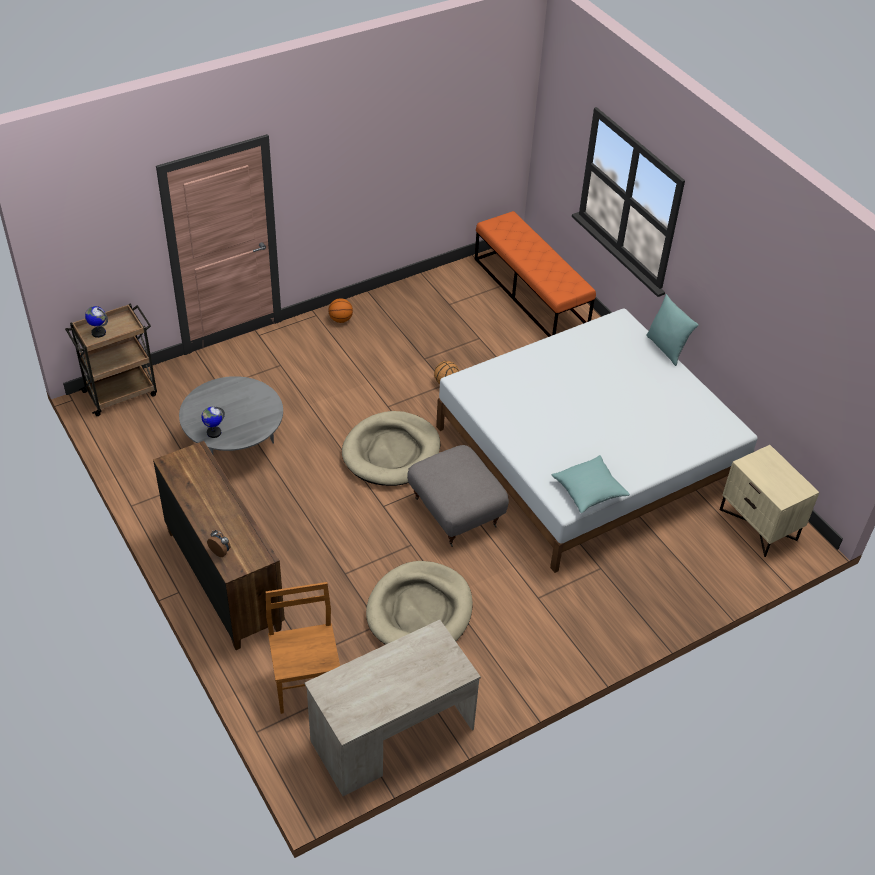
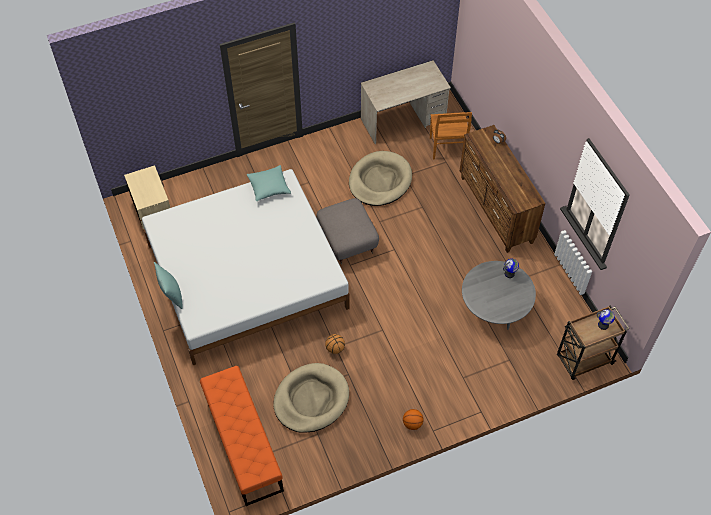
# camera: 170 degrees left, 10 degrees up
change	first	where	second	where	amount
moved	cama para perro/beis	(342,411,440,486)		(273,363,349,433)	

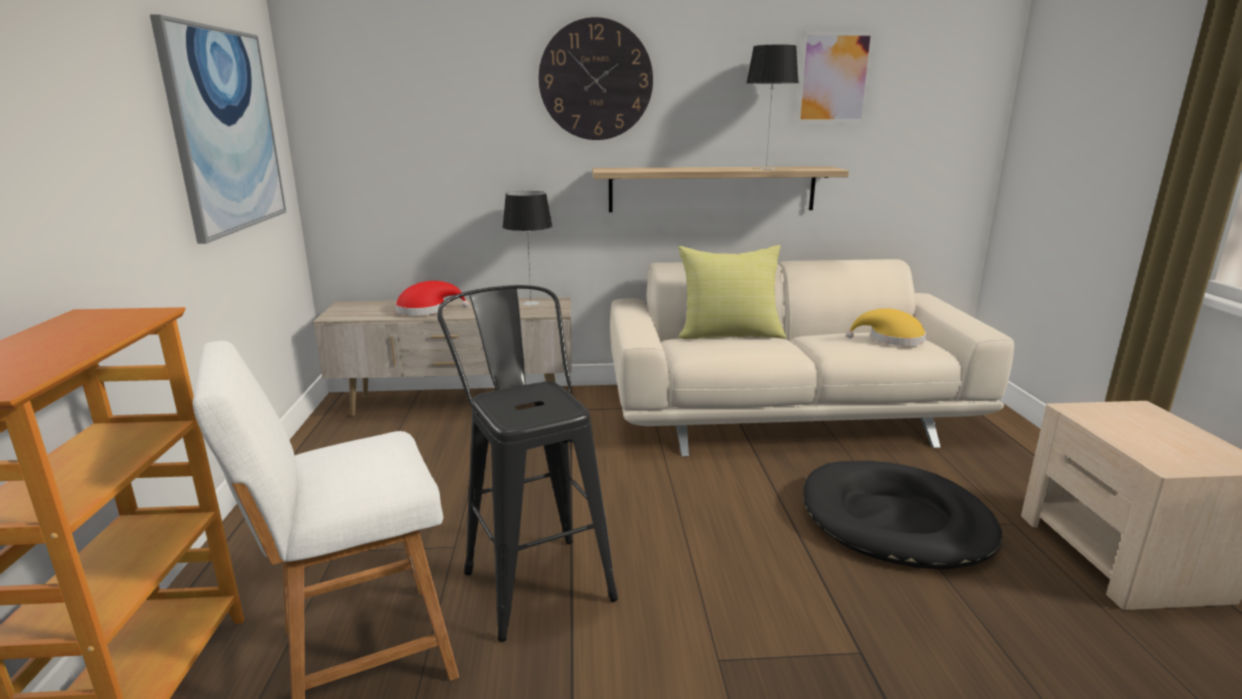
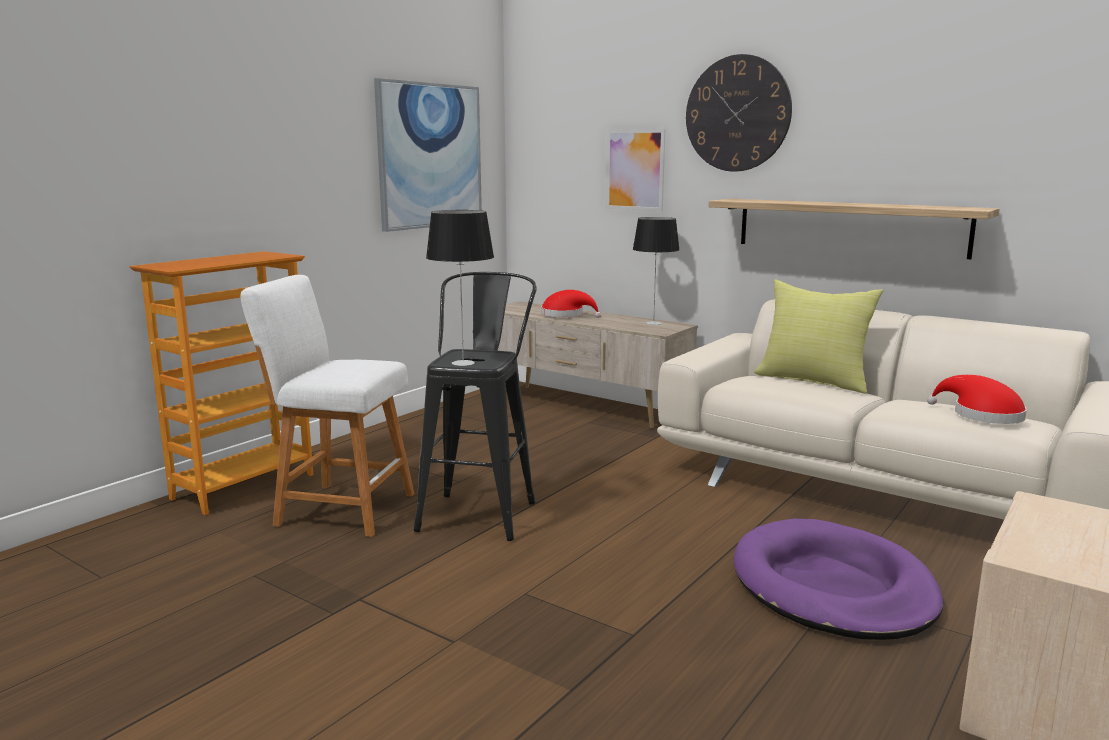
# camera: 40 degrees right, 5 degrees down
change	first	where	second	where	amount
moved	lámpara de mesa	(746,45,799,170)		(426,210,494,366)	
moved	cuadro	(796,31,875,123)		(606,129,665,211)	
recoloured	cama para perro/negro	(803,461,1002,570)	cama para perro/morado	(733,519,943,640)	
recoloured	sombrero/amarillo	(846,308,926,346)	sombrero/rojo	(927,375,1027,424)	

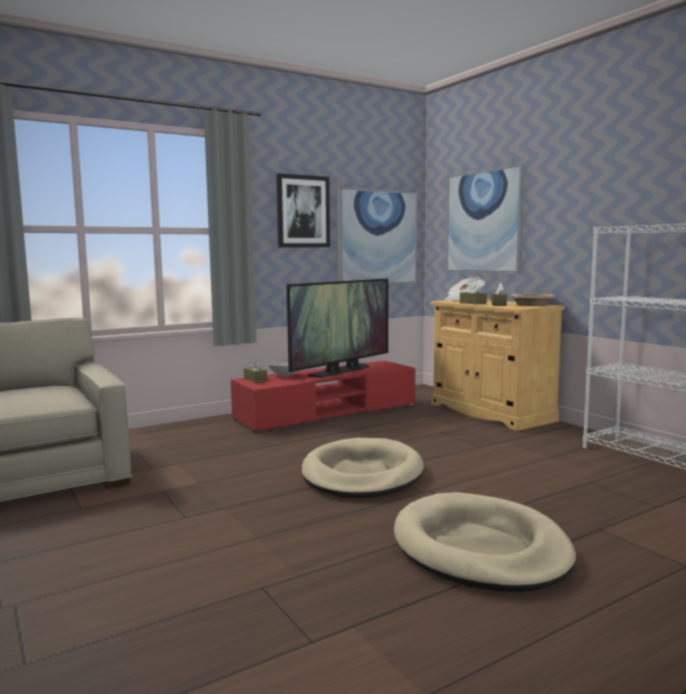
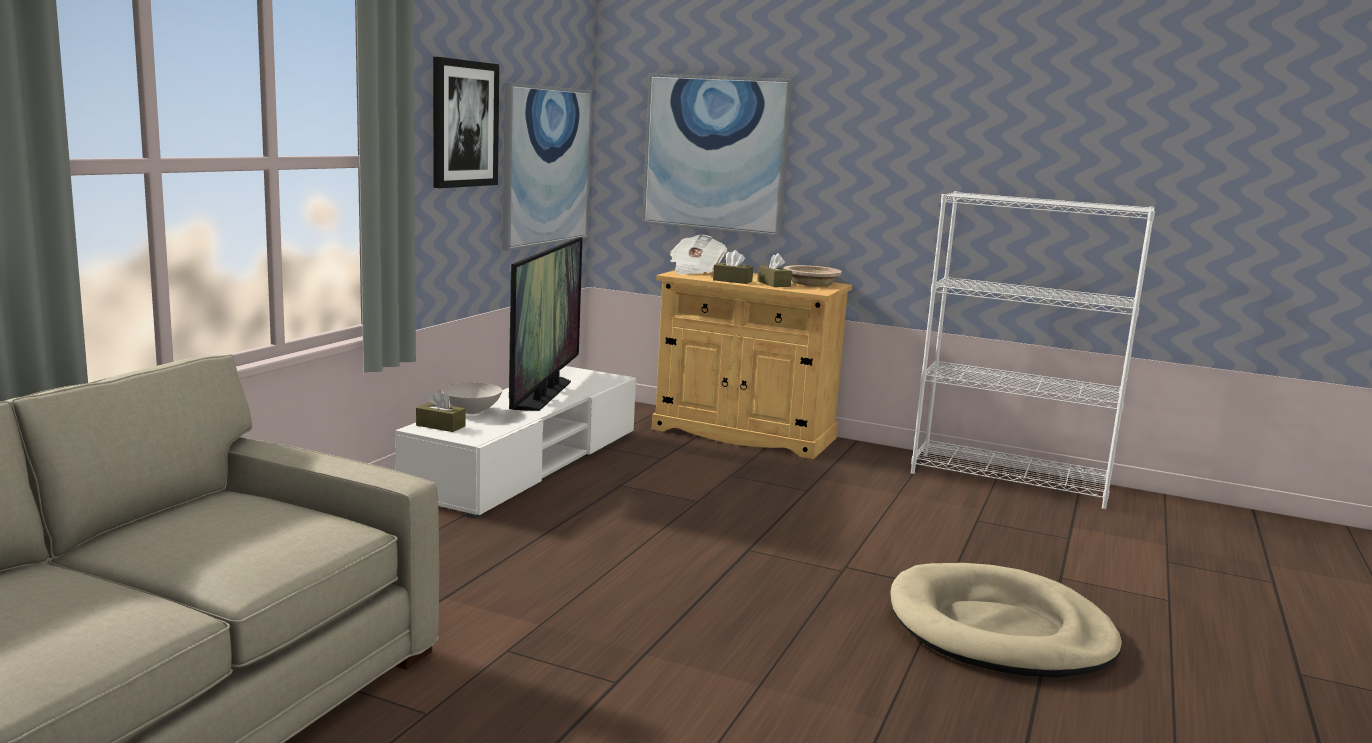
# camera: 35 degrees left, 5 degrees up
change	first	where	second	where	amount
removed	cama para perro/beis	(302,438,424,498)			
recoloured	mueble de televisión/rojo	(231,361,415,433)	mueble de televisión/blanco	(395,366,636,519)	

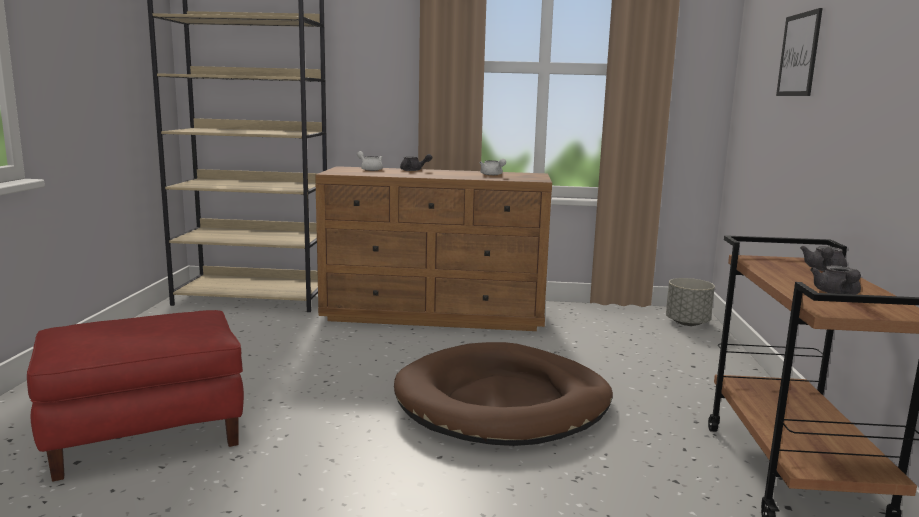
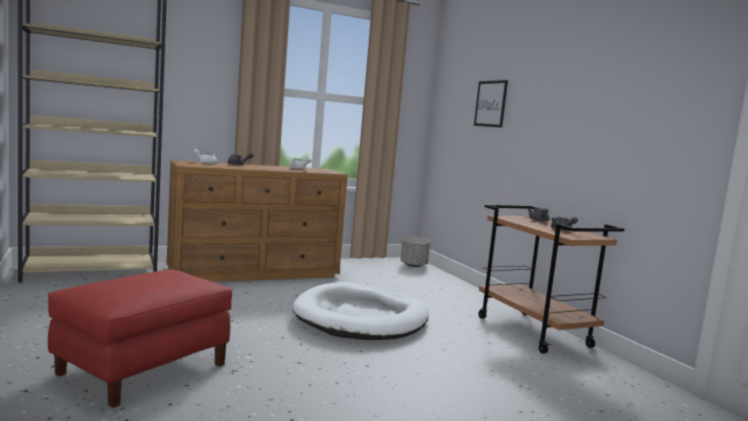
# camera: 30 degrees left, 5 degrees down
change	first	where	second	where	amount
recoloured	cama para perro/marrón	(394,342,613,446)	cama para perro/blanco	(292,282,429,340)	

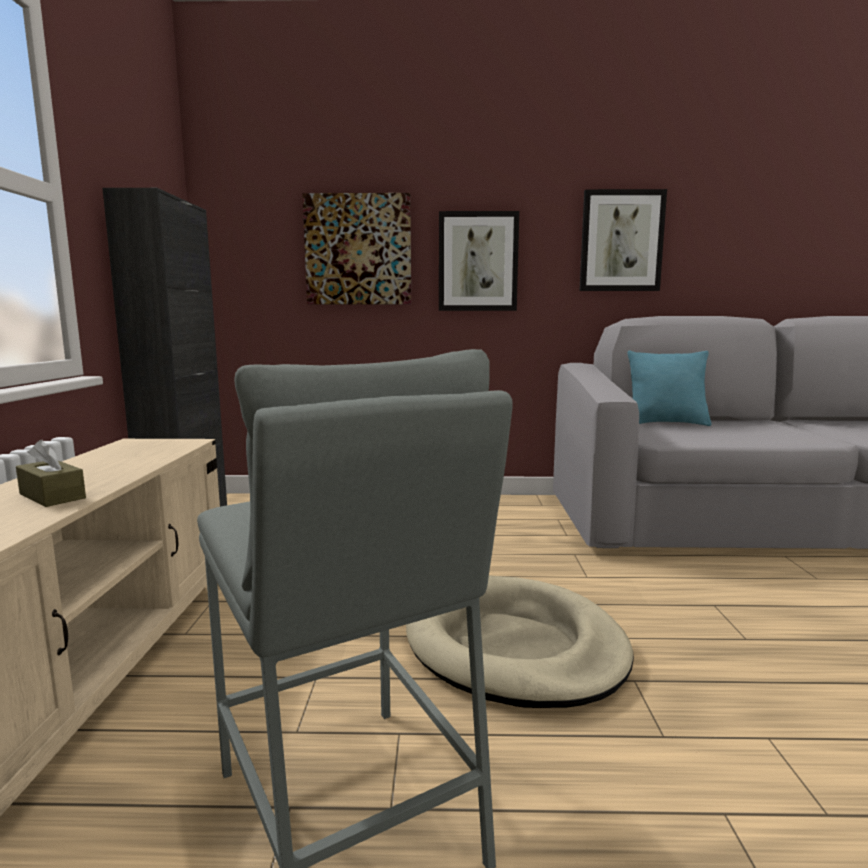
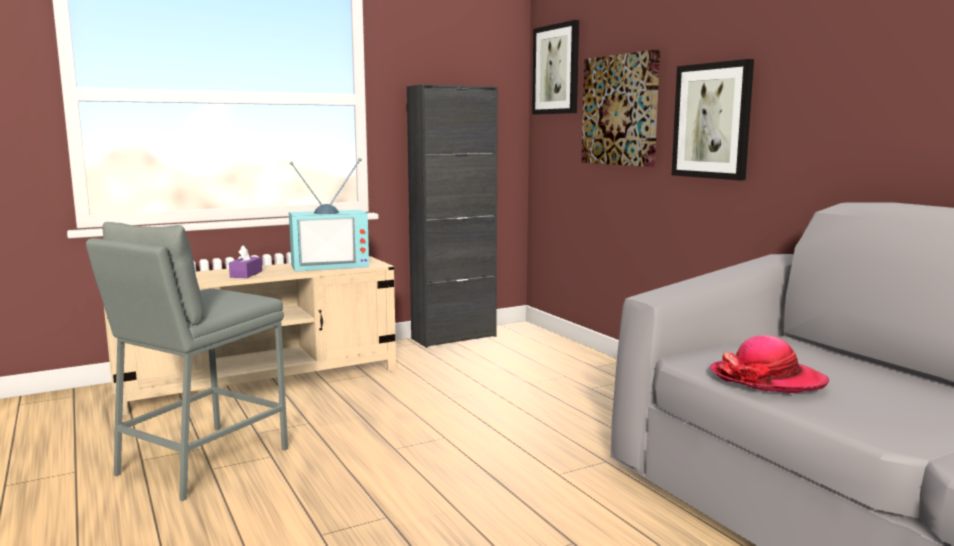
# camera: 60 degrees right, 0 degrees up
change	first	where	second	where	amount
removed	cama para perro/beis	(406,575,634,708)			
removed	cojín/turquesa	(628,351,712,426)			
added			televisor	(289,158,369,272)	
added			sombrero	(709,335,829,393)	
moved	cuadro	(579,189,667,291)		(532,20,579,114)	
recoloured	caja de pañuelos/marrón	(16,440,86,507)	caja de pañuelos/morado	(229,245,262,278)	

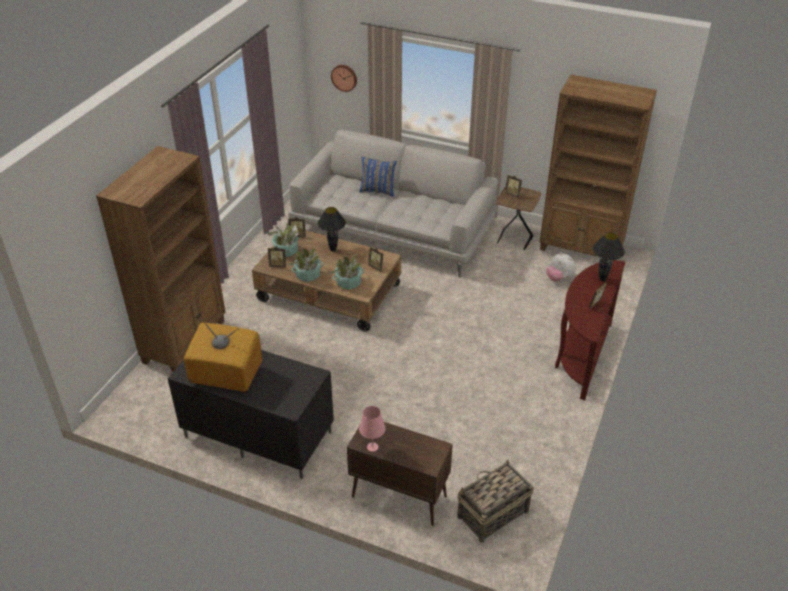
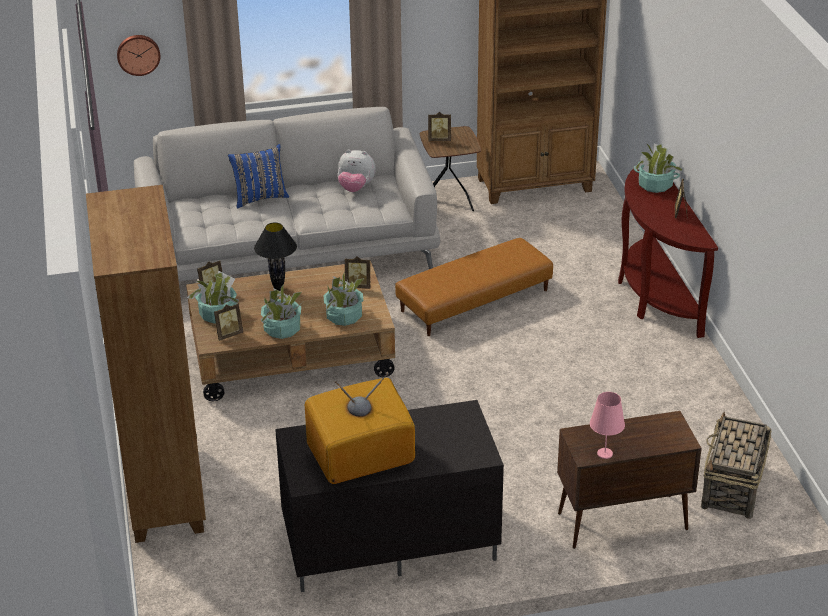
# camera: 35 degrees left, 5 degrees down
change	first	where	second	where	amount
added			puf/marrón	(395,238,553,336)	
moved	peluche	(546,252,576,282)		(337,150,376,192)	
replaced	lámpara de mesa/negro	(592,232,625,281)	planta en maceta	(634,143,683,193)	

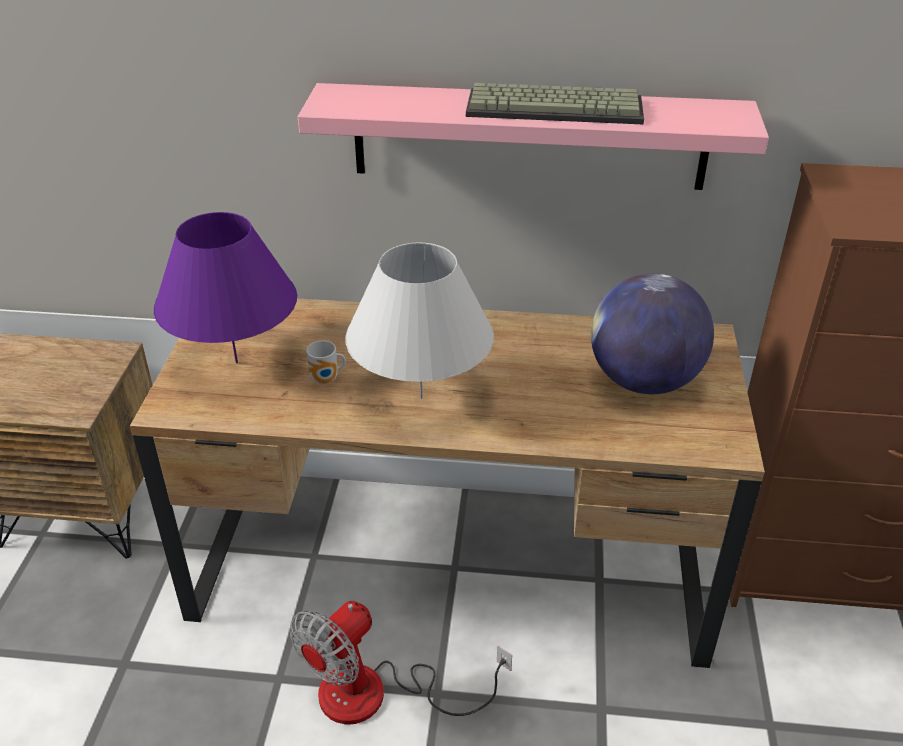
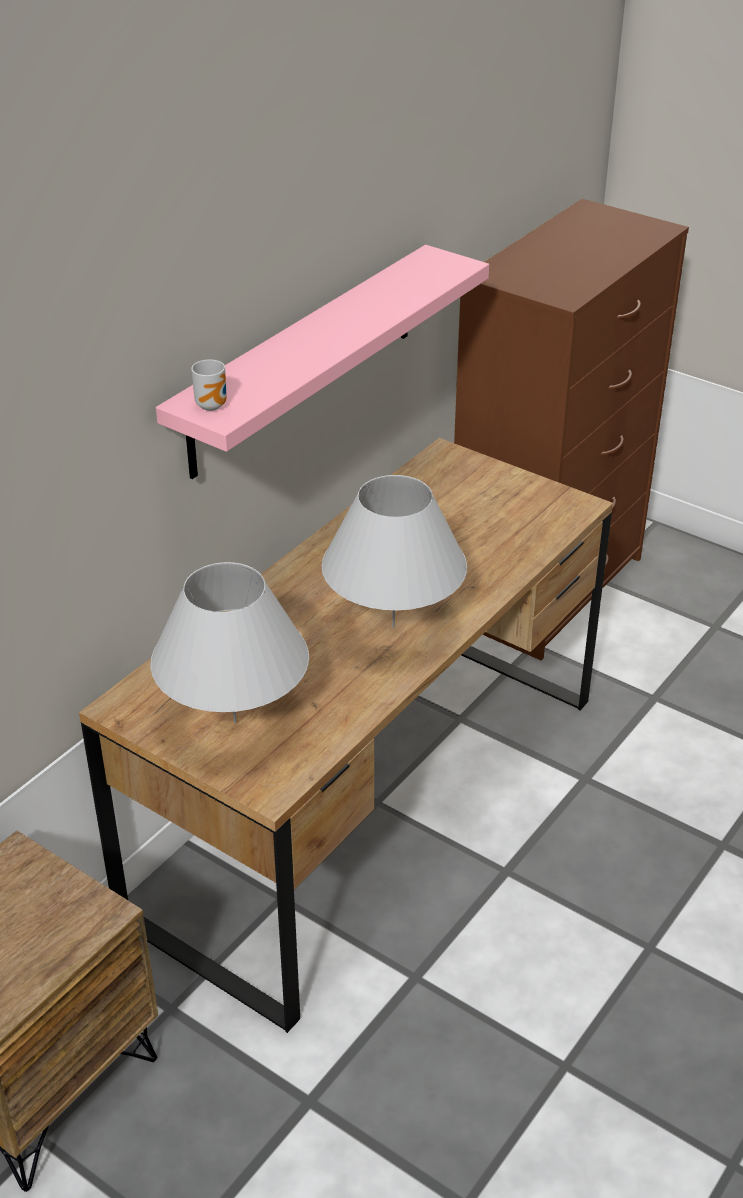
# camera: 60 degrees left, 0 degrees up
change	first	where	second	where	amount
removed	ventilador	(289,601,512,724)			
removed	teclado	(466,83,644,124)			
removed	globo terráqueo	(591,274,714,394)			
moved	taza grande	(306,341,346,385)		(191,359,227,411)	
recoloured	lámpara de mesa/morado	(154,212,297,363)	lámpara de mesa/blanco	(150,562,309,723)	

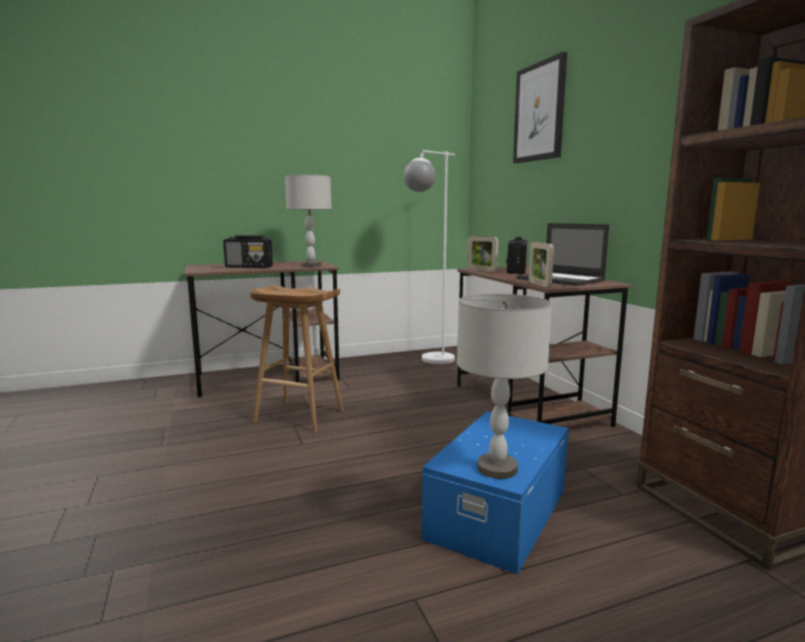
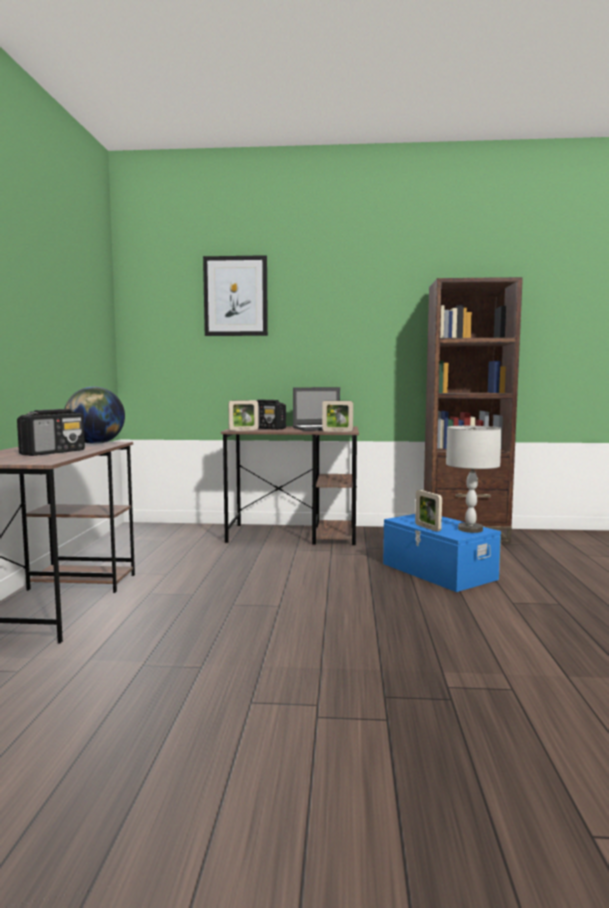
# camera: 65 degrees left, 5 degrees down
change	first	where	second	where	amount
removed	taburete/marrón	(250,285,344,432)			
removed	lámpara de pie/blanco	(403,150,456,364)			
added			portarretratos	(415,490,442,532)	
replaced	lámpara de mesa/gris	(285,175,332,267)	globo terráqueo	(65,387,125,444)	

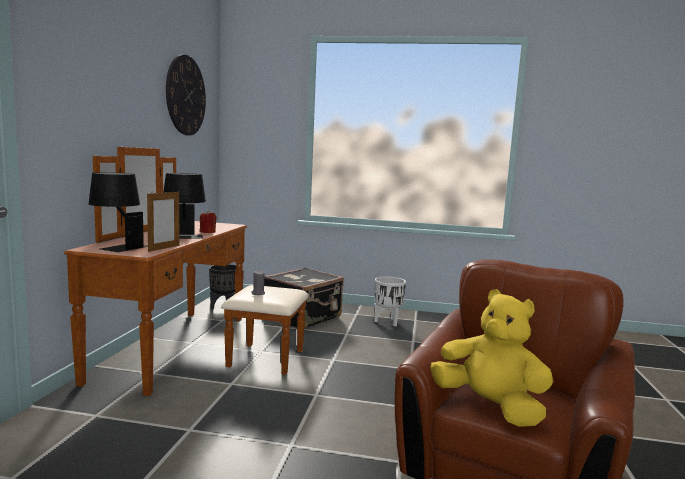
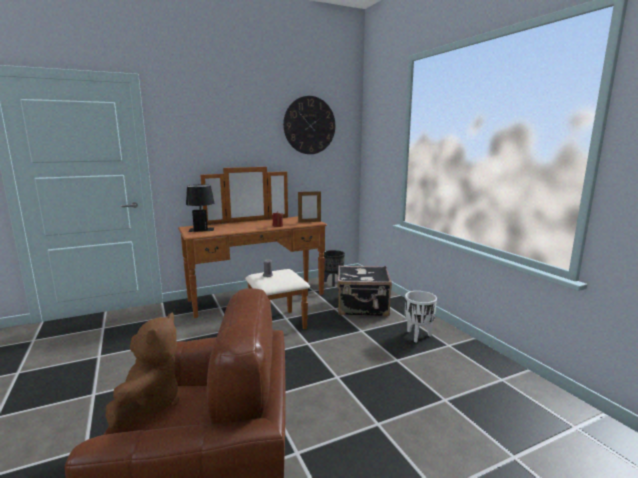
# camera: 55 degrees right, 5 degrees up
change	first	where	second	where	amount
removed	lámpara de mesa/negro	(163,173,206,239)			
moved	portarretratos	(147,191,180,252)		(298,191,321,223)	
recoloured	peluche/amarillo	(431,289,554,427)	peluche/marrón	(106,312,179,430)	

